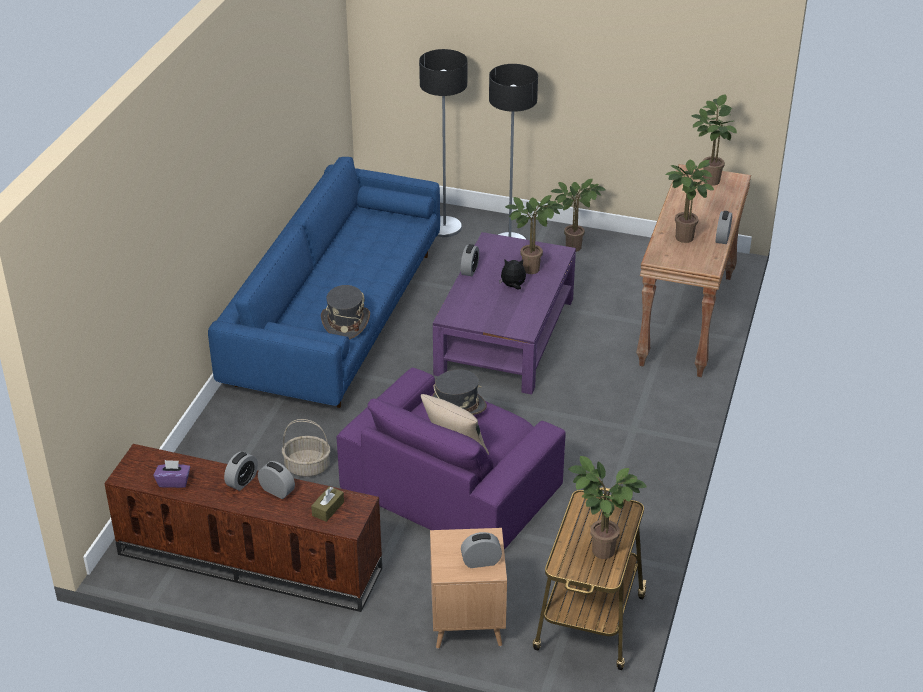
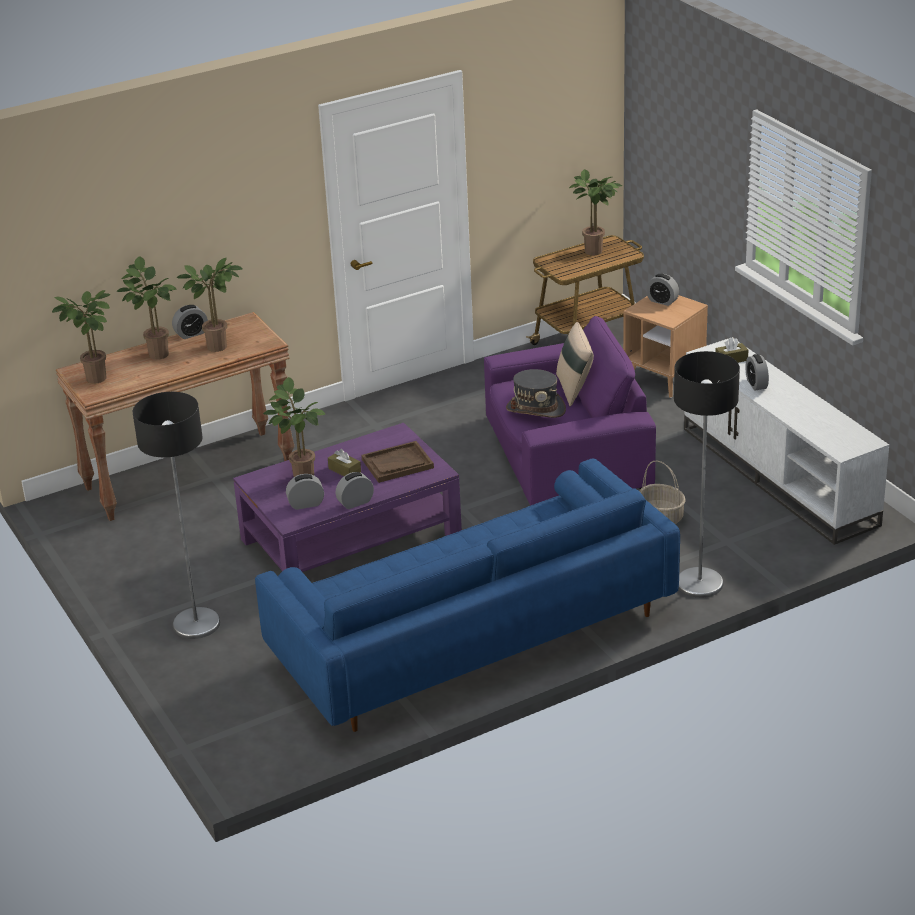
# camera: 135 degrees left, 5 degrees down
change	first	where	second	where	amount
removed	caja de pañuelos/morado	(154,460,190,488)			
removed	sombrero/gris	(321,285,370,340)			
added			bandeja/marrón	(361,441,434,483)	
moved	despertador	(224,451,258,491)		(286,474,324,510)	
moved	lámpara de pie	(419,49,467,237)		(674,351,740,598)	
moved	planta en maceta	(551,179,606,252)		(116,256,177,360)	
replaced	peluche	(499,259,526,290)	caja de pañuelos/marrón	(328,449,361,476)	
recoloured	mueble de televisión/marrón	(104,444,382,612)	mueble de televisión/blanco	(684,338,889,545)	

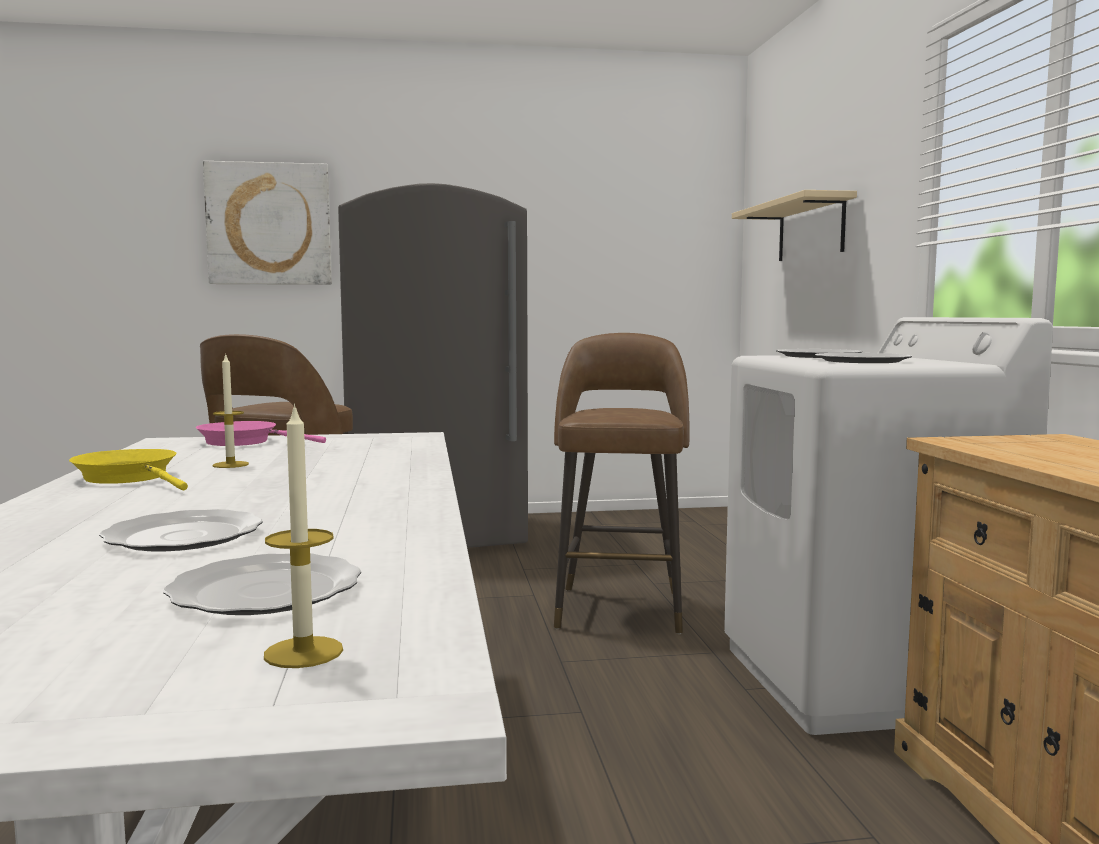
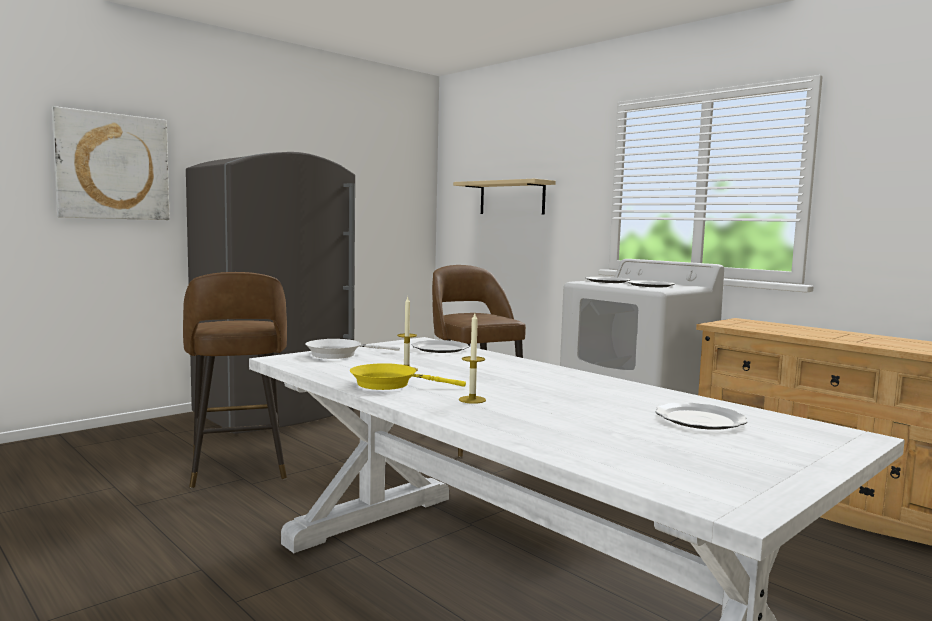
# camera: 35 degrees left, 0 degrees up
change	first	where	second	where	amount
moved	plato	(99,509,263,551)		(412,340,469,353)	
moved	vela	(264,403,343,668)		(459,313,486,404)	
recoloured	sartén/rosa	(196,421,326,446)	sartén/blanco	(305,339,400,359)	

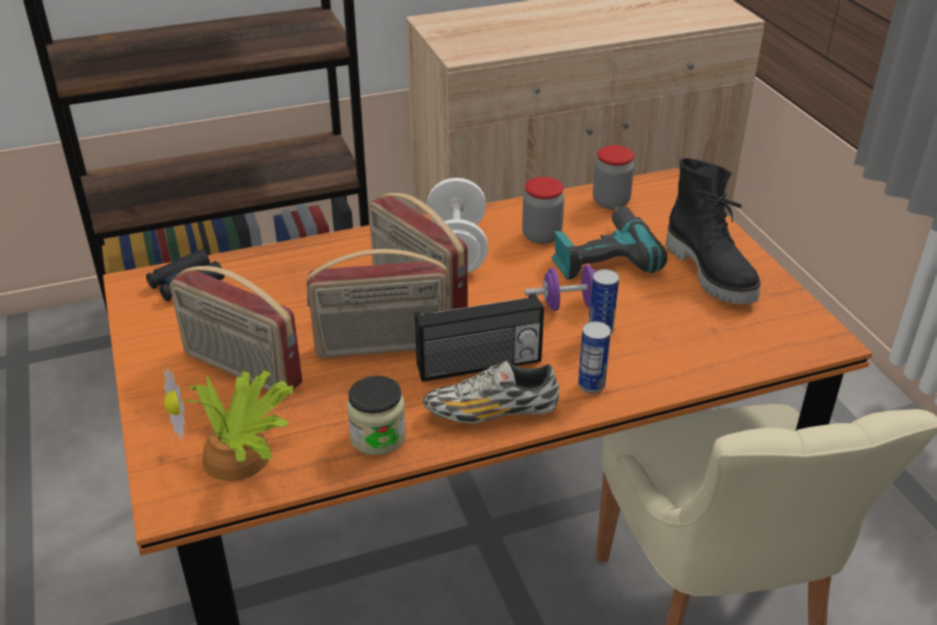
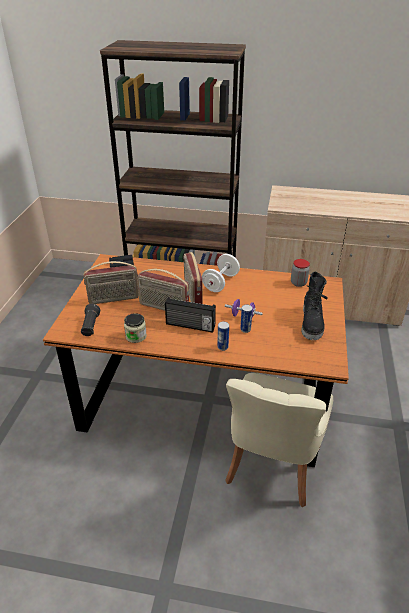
# camera: 30 degrees right, 0 degrees up
change	first	where	second	where	amount
removed	zapato	(423,361,559,423)			
removed	tarro	(522,177,564,244)			
removed	taladro	(552,207,667,280)			
replaced	planta en maceta	(163,367,294,481)	linterna/negro	(81,304,100,336)	
turned	radio	(170,266,303,391)		(83,261,139,304)	75 degrees counterclockwise

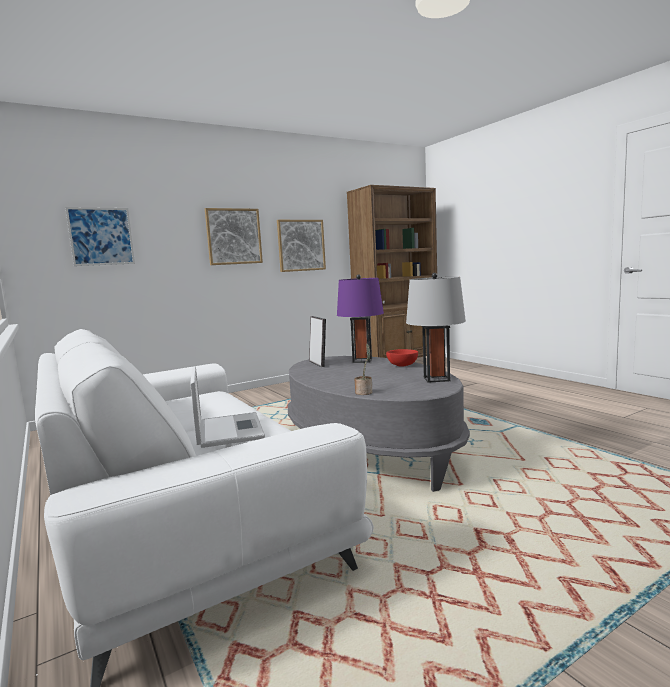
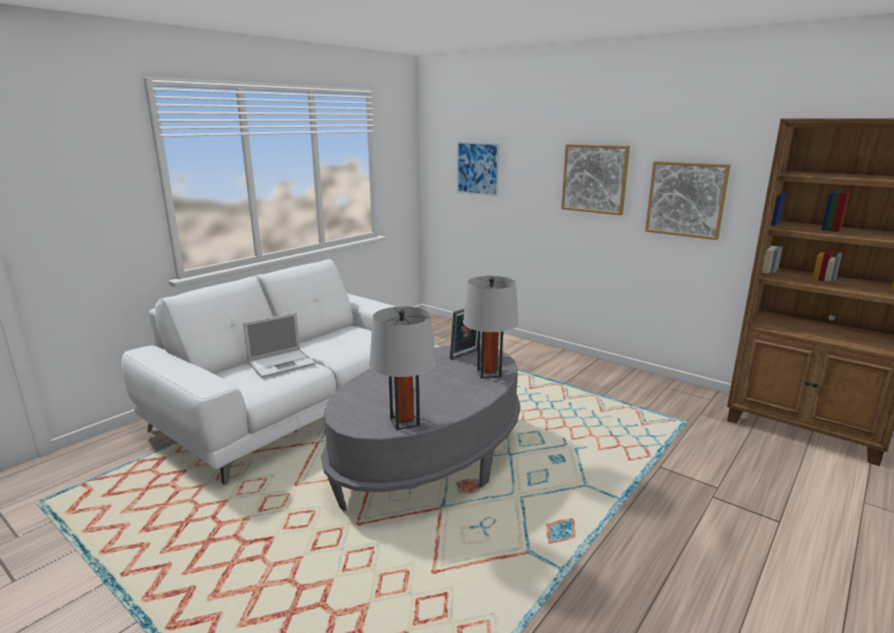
# camera: 70 degrees right, 10 degrees up
change	first	where	second	where	amount
removed	planta en maceta	(354,344,372,395)			
removed	cuenco/rojo	(386,349,418,367)			
recoloured	lámpara de mesa/morado	(337,274,384,363)	lámpara de mesa/gris	(463,276,519,378)	

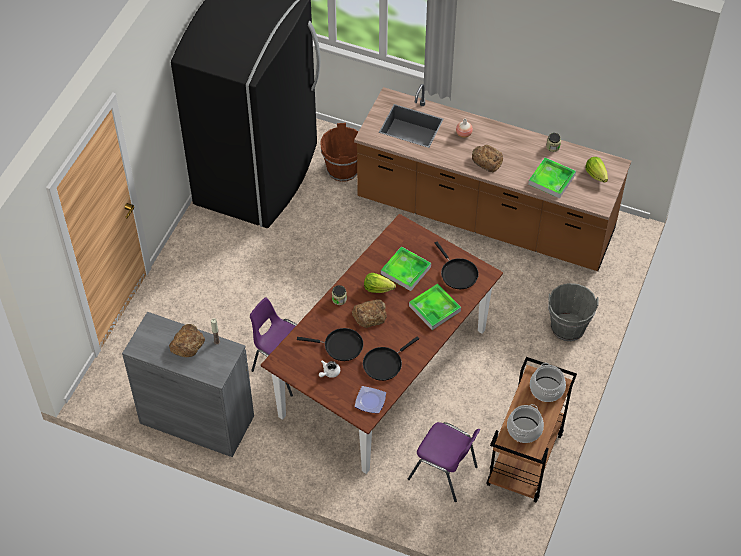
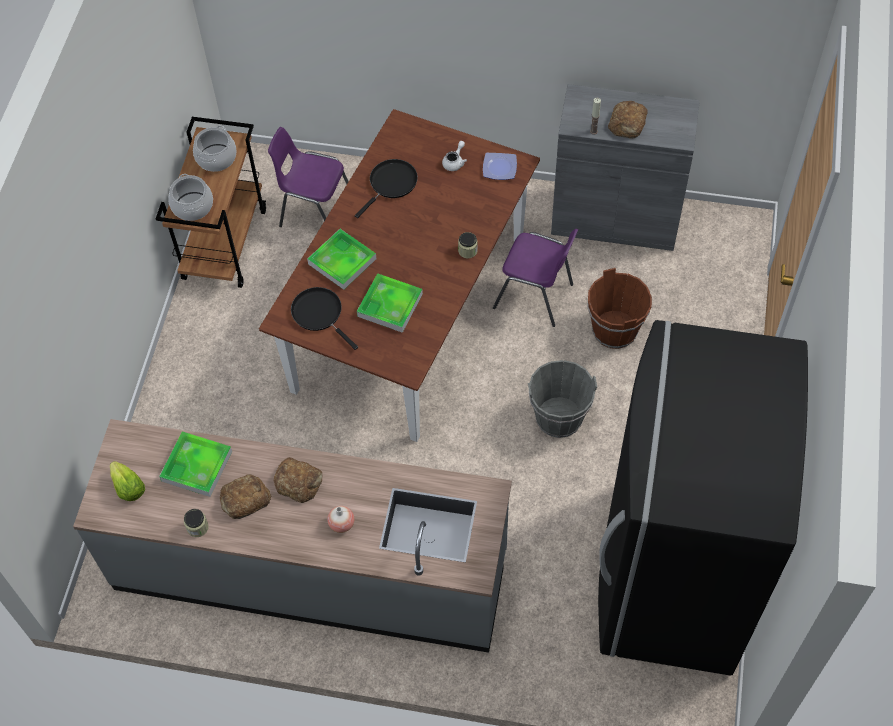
# camera: 170 degrees right, 5 degrees up
change	first	where	second	where	amount
removed	sartén/negro	(297,328,363,361)			
removed	lechuga	(364,273,396,293)			
moved	cubo/marrón	(320,123,358,182)		(587,268,652,349)	
moved	pan	(352,299,387,328)		(220,474,271,519)	
moved	plato	(355,386,386,413)		(483,153,517,180)	
moved	cubo/gris	(548,283,599,341)		(528,360,597,438)	
recoloured	mueble bajo de cocina/marrón	(354,84,631,271)	mueble bajo de cocina/gris	(73,419,512,653)	

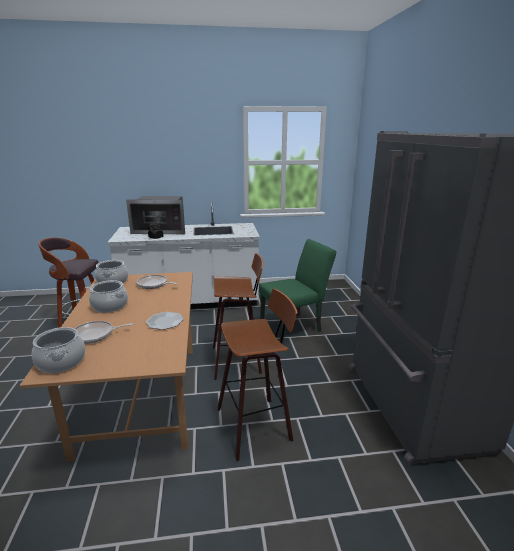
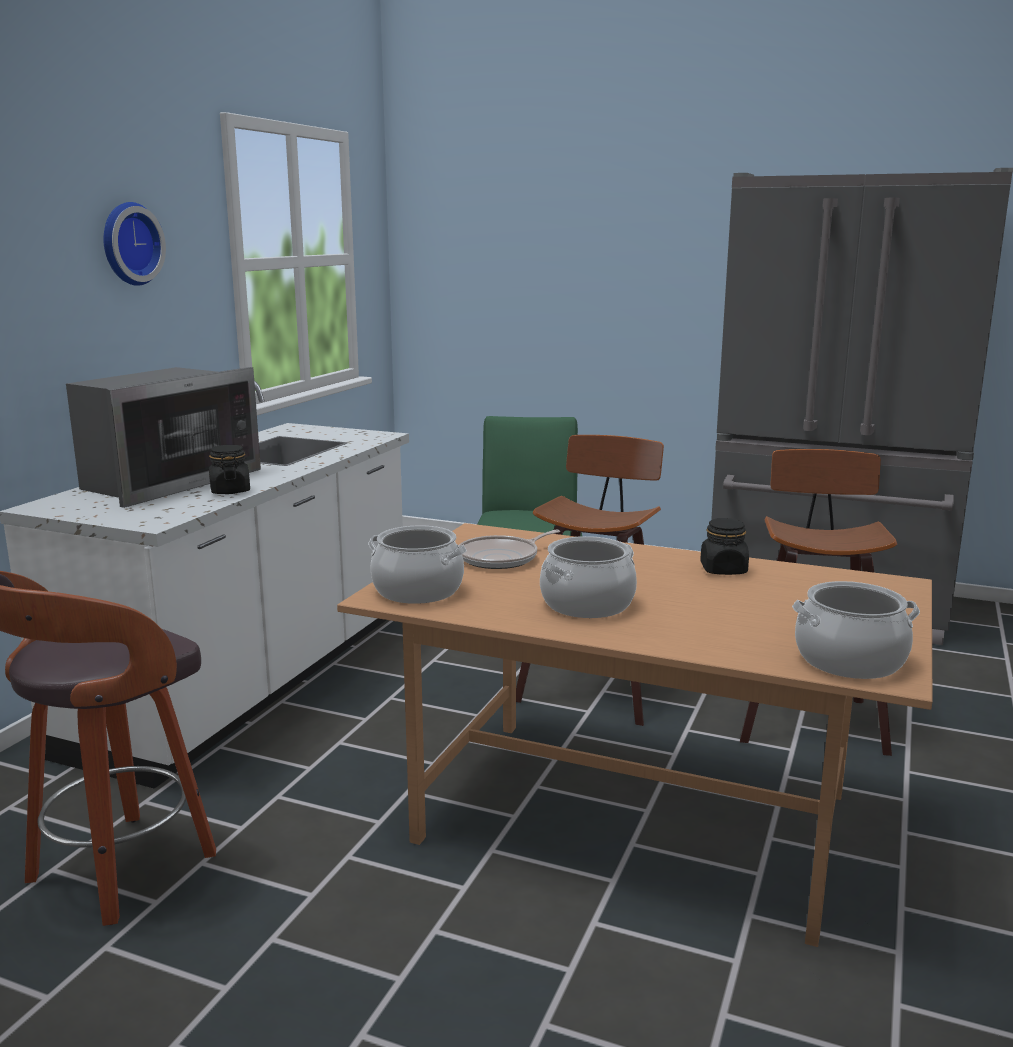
# camera: 60 degrees left, 5 degrees down
change	first	where	second	where	amount
removed	sartén	(74,321,133,344)			
added			reloj de pared	(103,202,166,286)	
replaced	plato	(146,312,184,330)	tarro/negro	(700,518,749,575)	

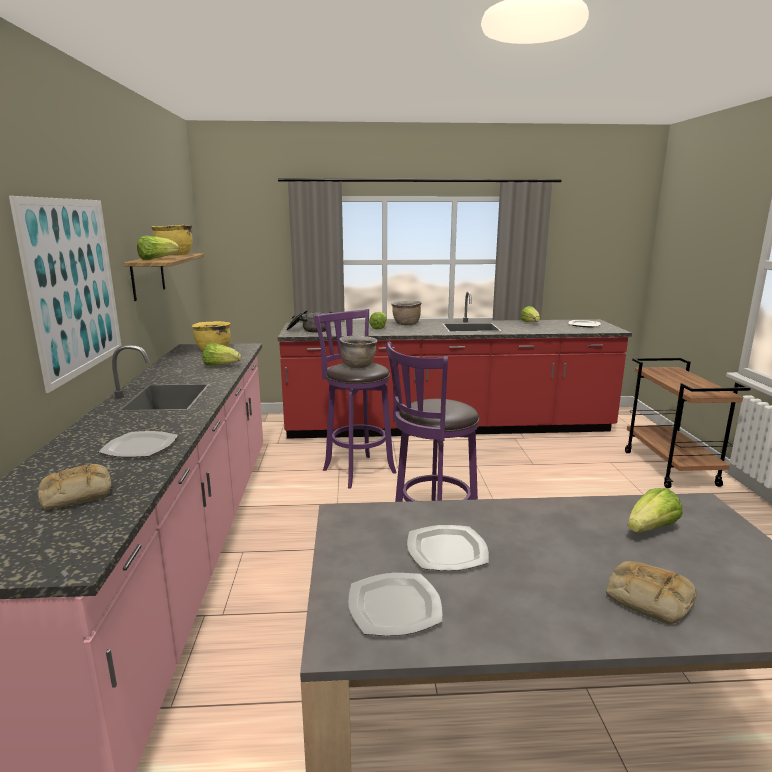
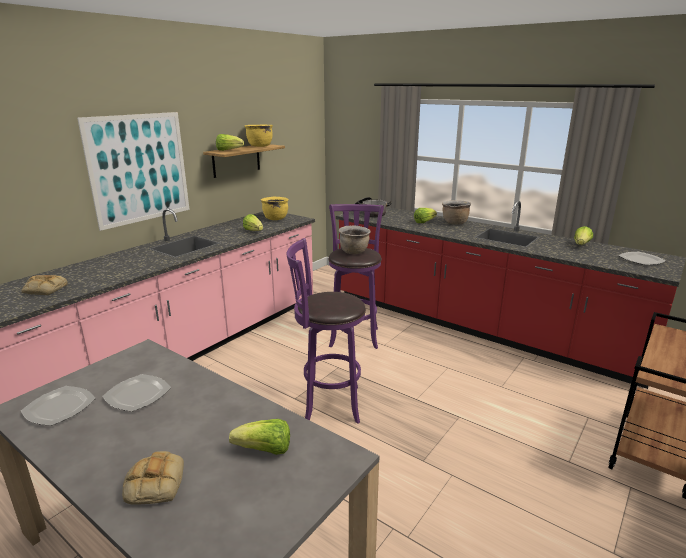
# camera: 40 degrees right, 5 degrees up
change	first	where	second	where	amount
removed	plato	(99,431,178,457)			

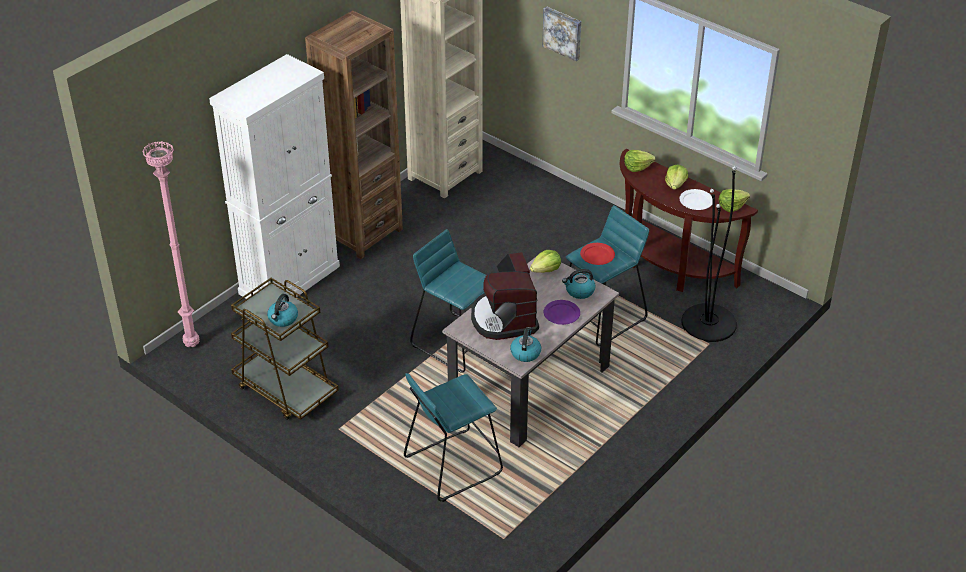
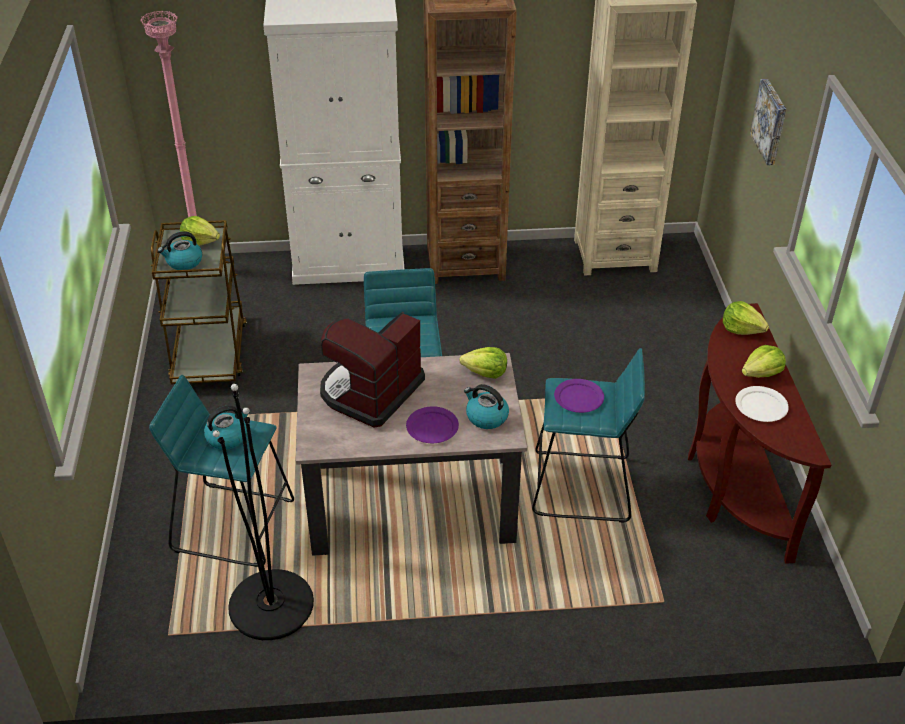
# camera: 45 degrees right, 0 degrees up
change	first	where	second	where	amount
moved	hervidor	(510,327,541,362)		(204,405,249,450)	
moved	lámpara de pie/negro	(681,166,737,342)		(213,384,314,640)	
moved	lechuga	(719,189,750,212)		(180,216,220,246)	
recoloured	plato/rojo	(580,243,615,265)	plato/morado	(554,379,604,413)	

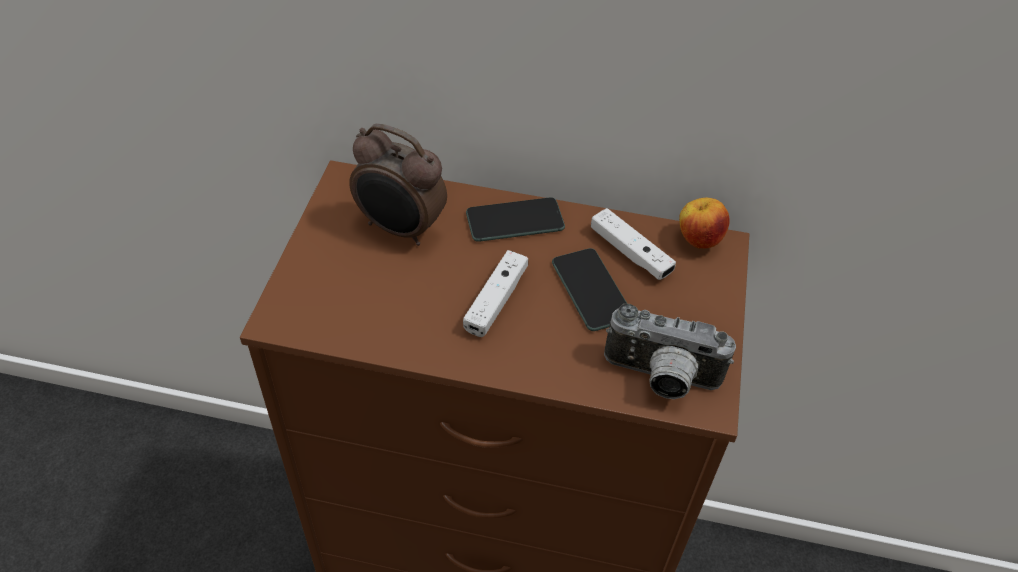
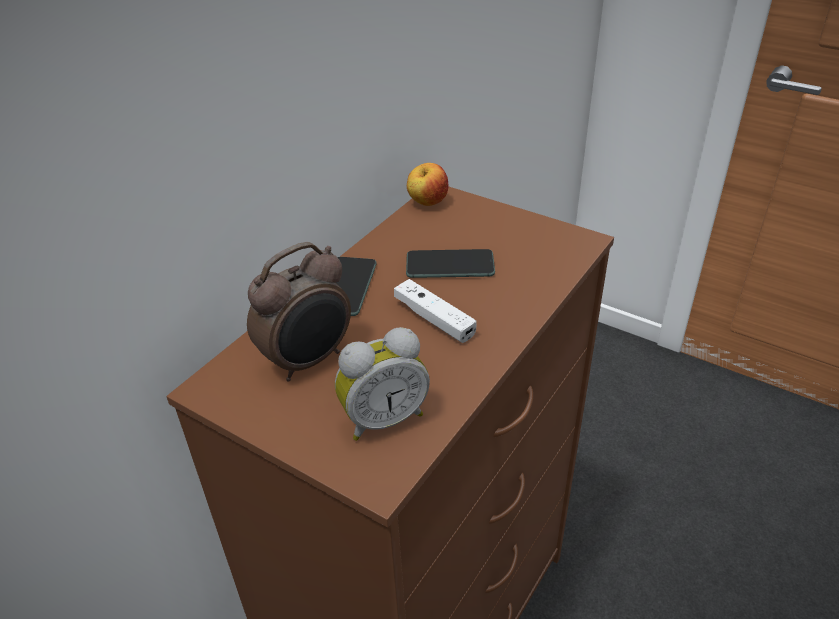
# camera: 65 degrees left, 10 degrees down
change	first	where	second	where	amount
removed	mando de consola/blanco	(591,208,676,280)			
removed	cámara	(604,304,736,399)			
added			despertador	(335,327,430,441)	

